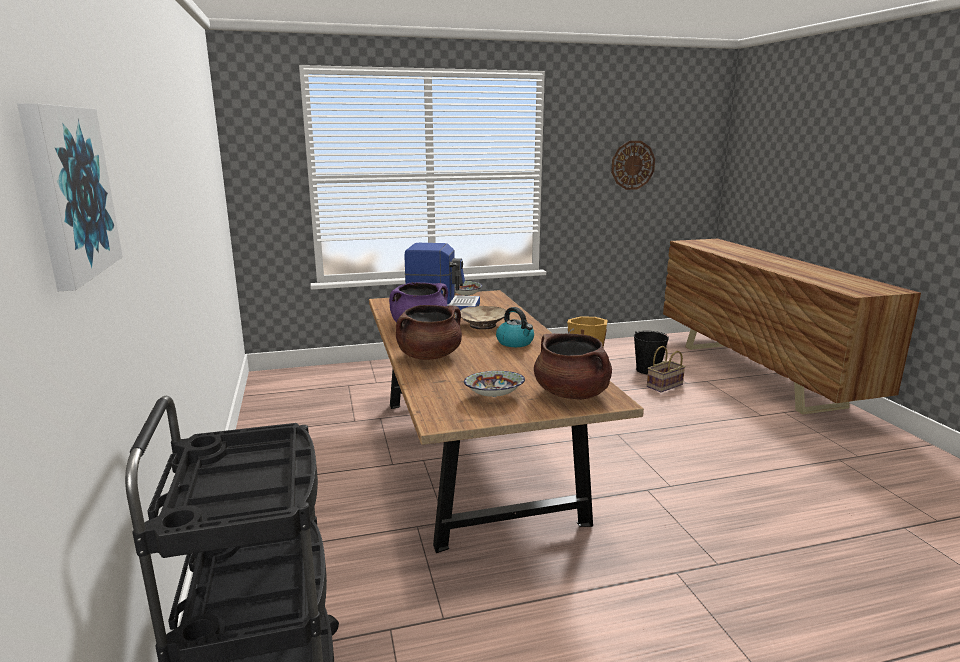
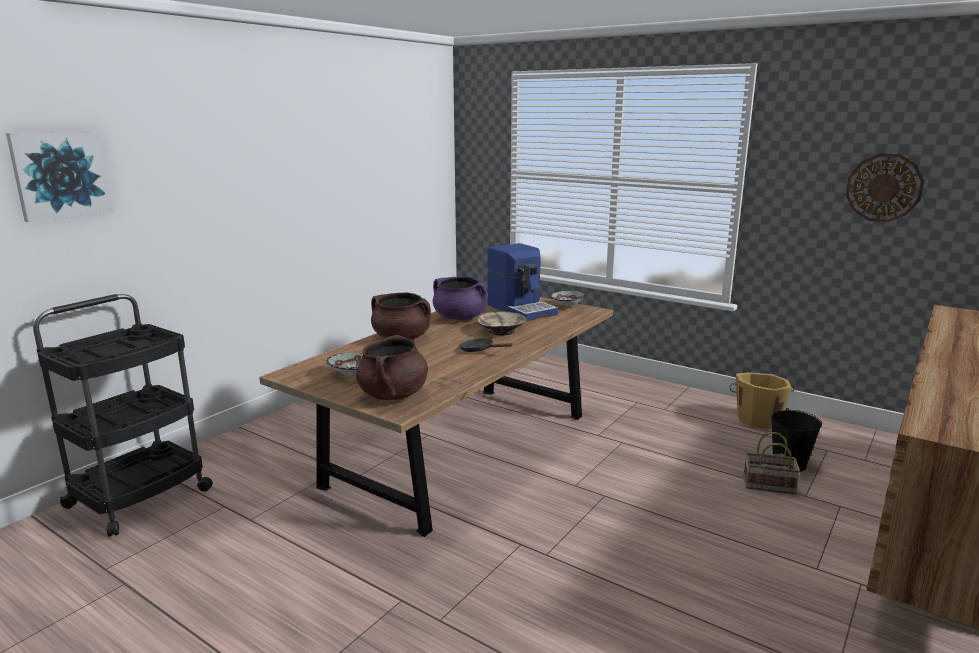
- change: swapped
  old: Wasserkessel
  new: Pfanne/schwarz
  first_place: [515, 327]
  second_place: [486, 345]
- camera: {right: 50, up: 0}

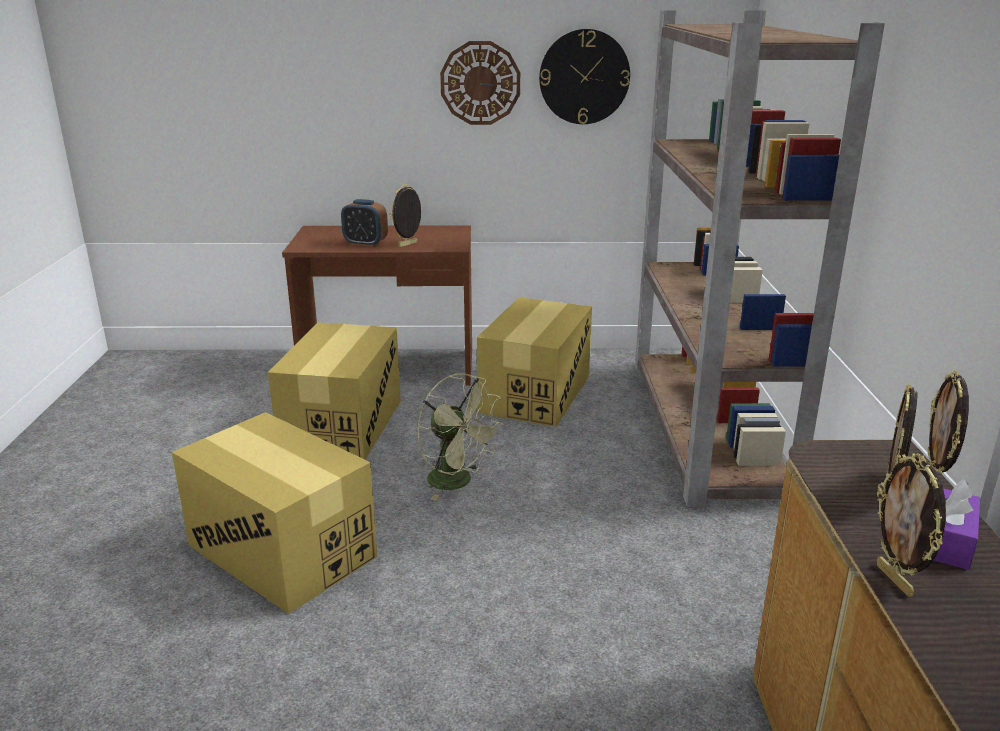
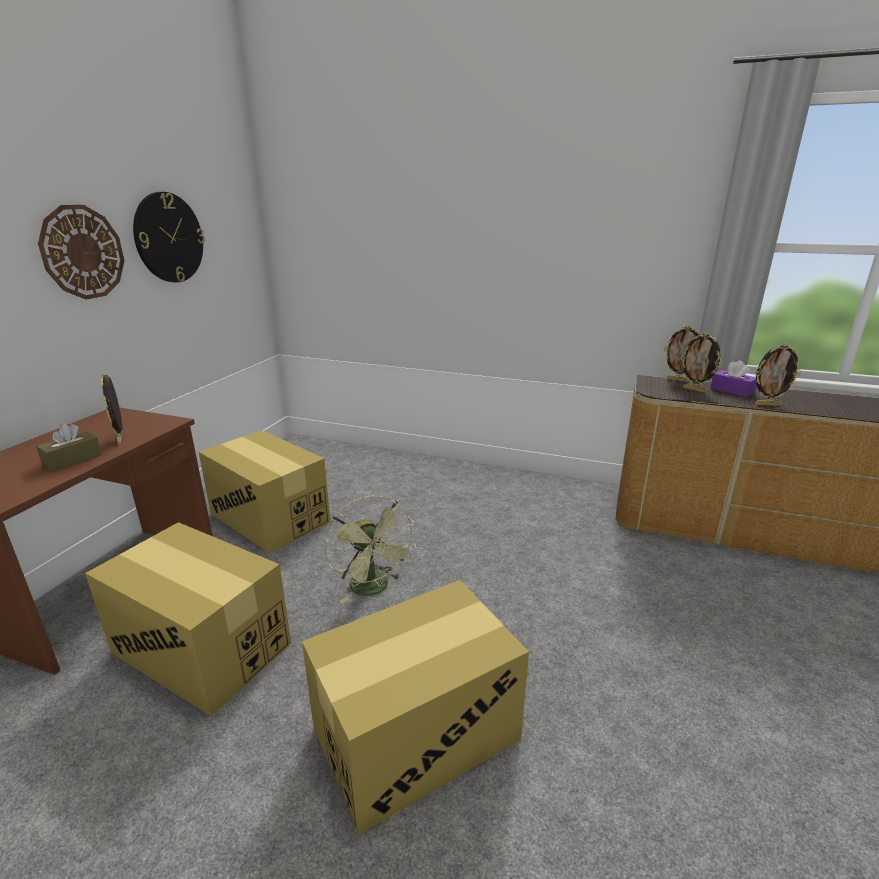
- change: swapped
  old: Wecker
  new: Taschentuchbox/braun
  first_place: [364, 223]
  second_place: [69, 447]
- change: rotated
  old: Ventilator/grün
  first_place: [461, 436]
  second_place: [370, 550]
  degrees: 90
- change: gone
  old: Bücherregal/braun
  first_place: [760, 258]
- camera: {right: -70, up: 0}

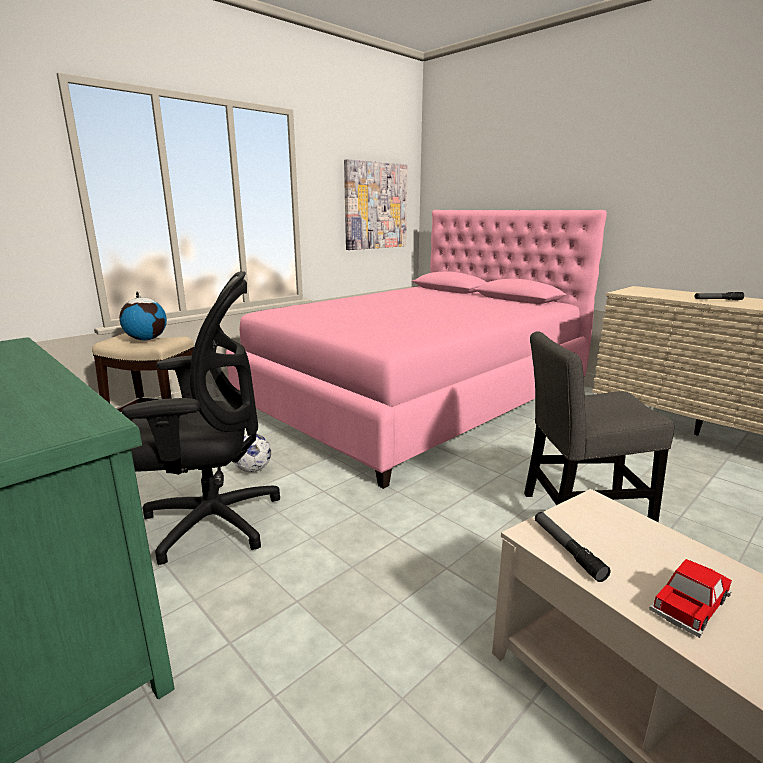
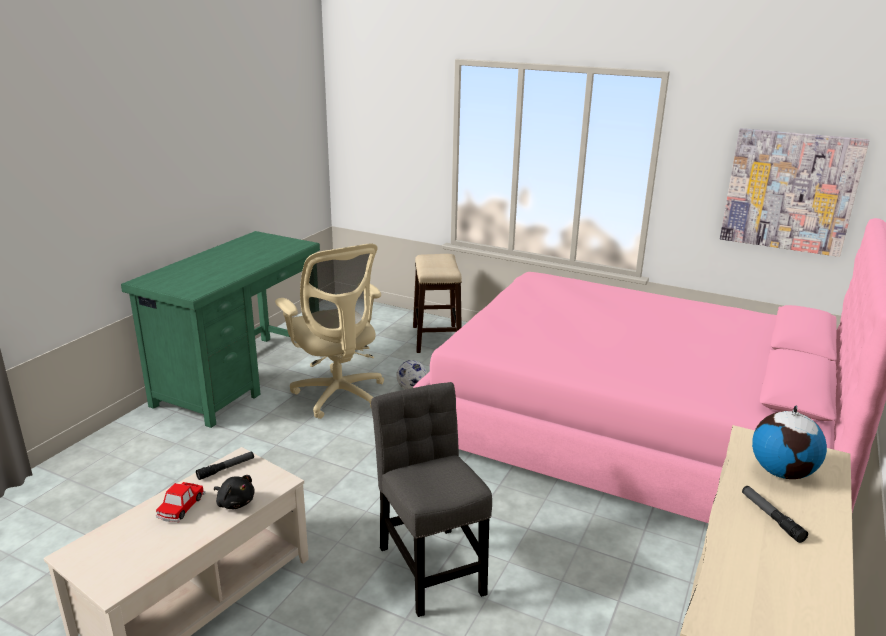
- change: rotated
  old: Spielzeugauto
  first_place: [690, 598]
  second_place: [180, 502]
  degrees: 75
- change: new
  new: Plüschtier/schwarz
  second_place: [234, 492]
- change: repainted
  old: Bürostuhl/schwarz
  new: Bürostuhl/beige
  first_place: [201, 418]
  second_place: [329, 331]
- change: shifted
  old: Globus
  first_place: [143, 316]
  second_place: [789, 442]
- camera: {right: 70, up: 5}

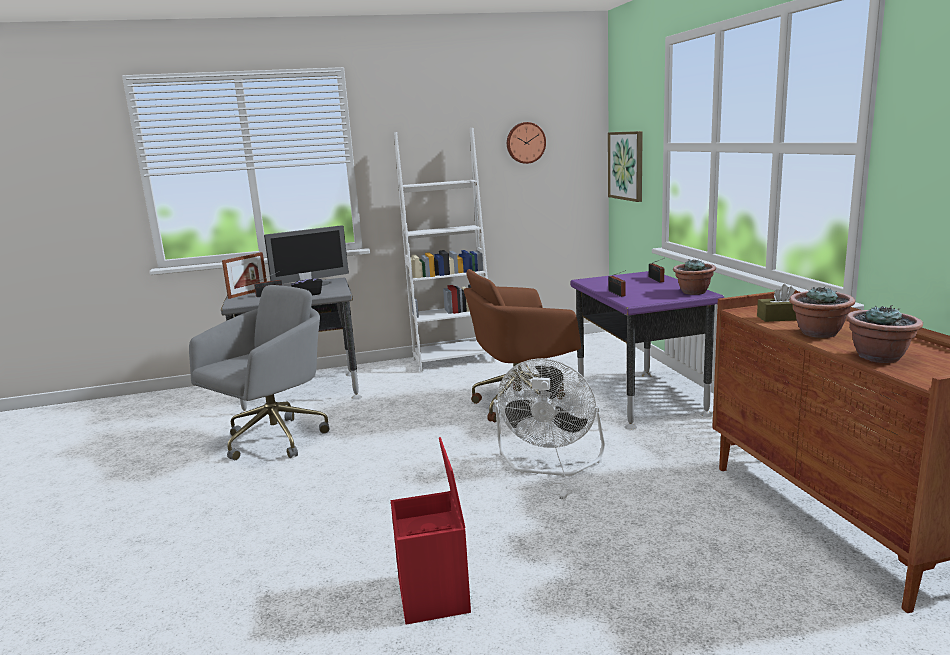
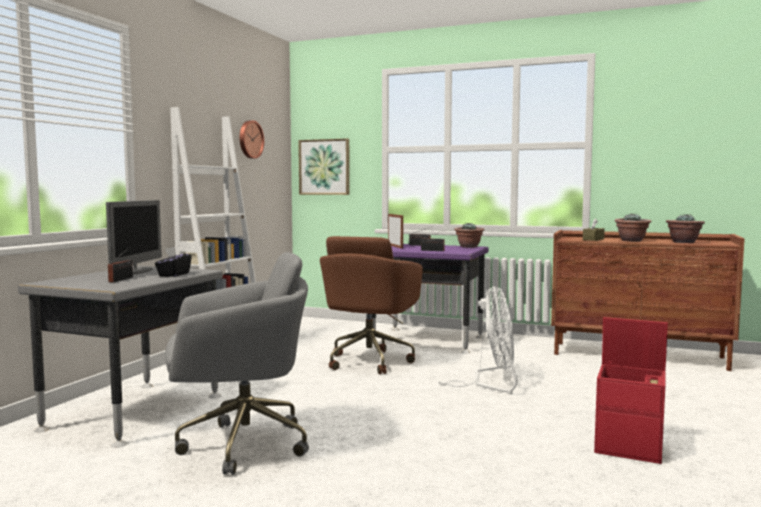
- change: rotated
  old: Bürostuhl/grau
  first_place: [259, 372]
  second_place: [237, 363]
  degrees: 90
- change: shifted
  old: Bilderrahmen
  first_place: [244, 275]
  second_place: [395, 231]
- change: rotated
  old: Ventilator/weiß
  first_place: [549, 429]
  second_place: [479, 340]
  degrees: 135
- camera: {right: -55, up: -10}

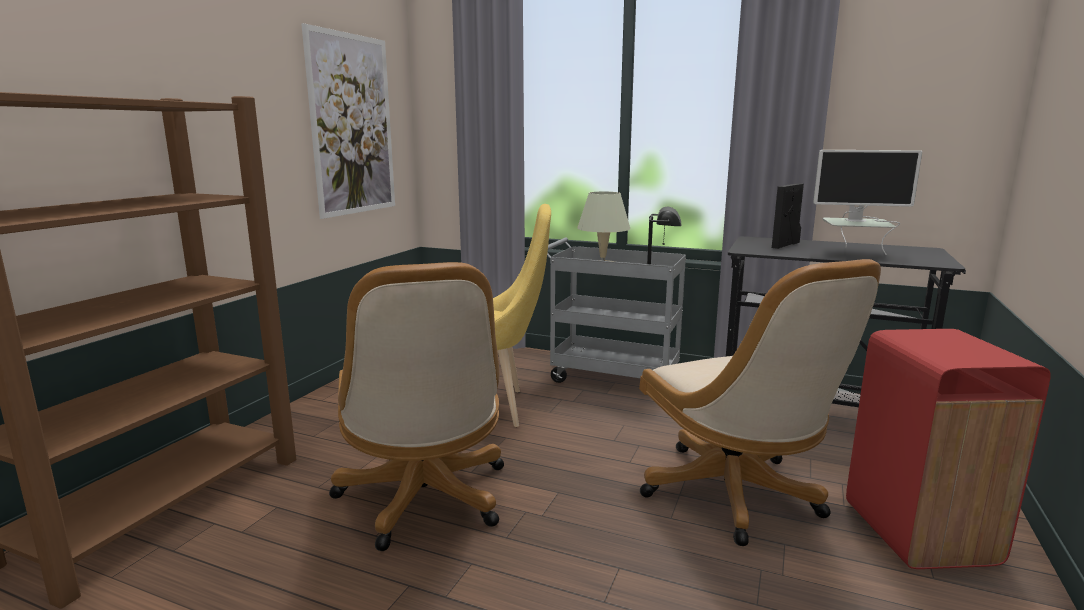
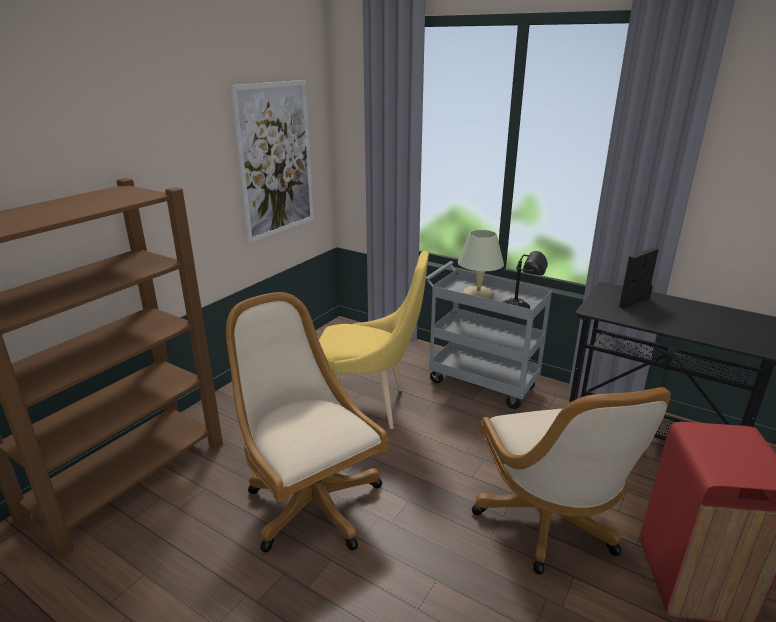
- change: rotated
  old: Bürostuhl
  first_place: [416, 406]
  second_place: [308, 422]
  degrees: 150
- change: gone
  old: Monitor
  first_place: [867, 202]
- camera: {right: 10, up: 10}

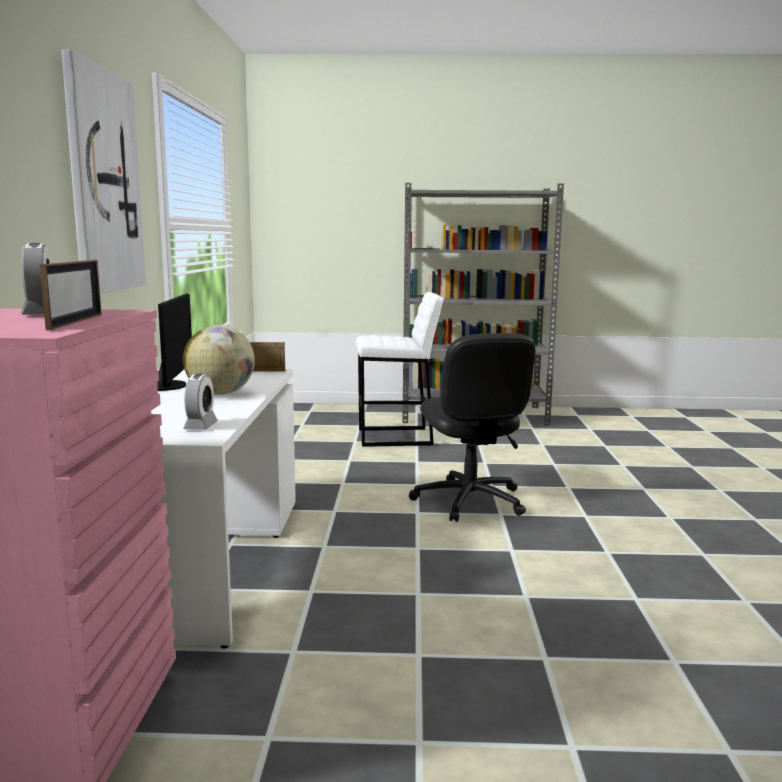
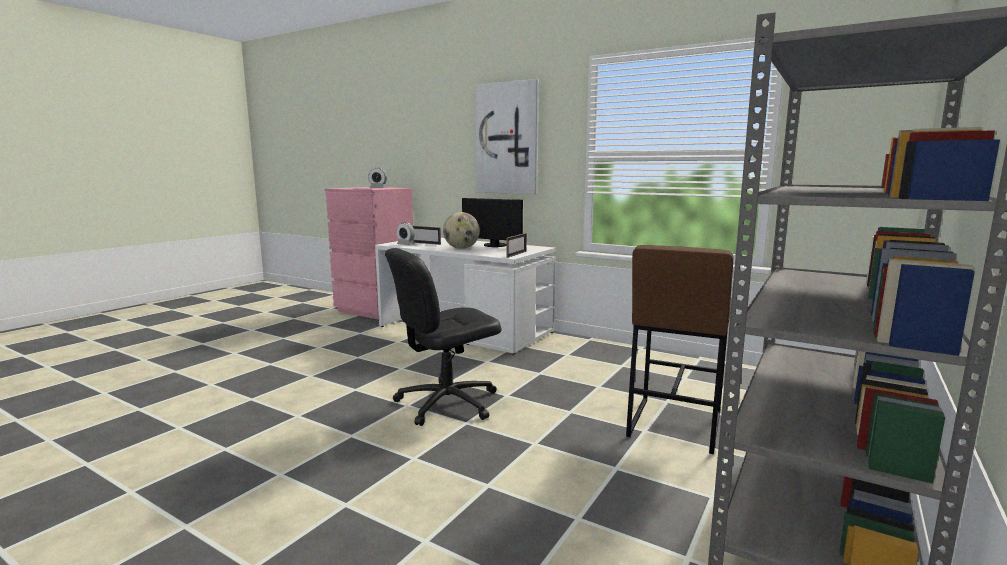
- change: rotated
  old: Bürostuhl/schwarz
  first_place: [472, 427]
  second_place: [443, 337]
  degrees: -45
- change: shifted
  old: Bilderrahmen
  first_place: [71, 295]
  second_place: [426, 235]
- change: repainted
  old: Hocker/weiß
  new: Hocker/braun
  first_place: [400, 369]
  second_place: [679, 349]
- camera: {right: 120, up: 0}

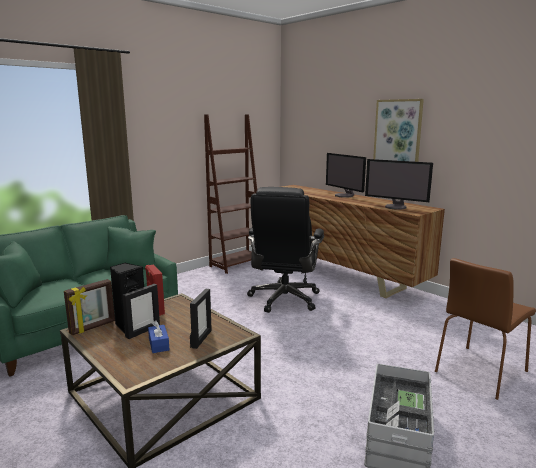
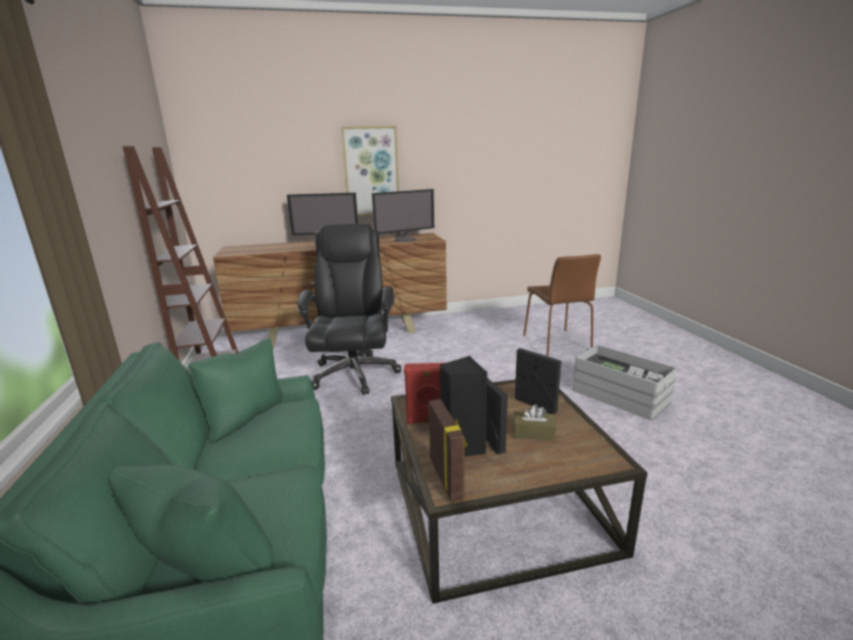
- change: rotated
  old: Bürostuhl/schwarz
  first_place: [285, 250]
  second_place: [349, 309]
  degrees: -135
- change: repainted
  old: Taschentuchbox/blau
  new: Taschentuchbox/braun
  first_place: [158, 336]
  second_place: [534, 422]
- camera: {right: -60, up: 5}

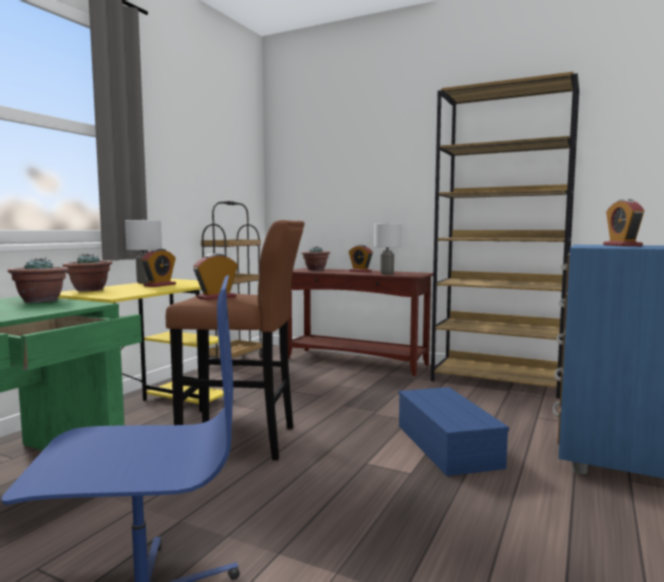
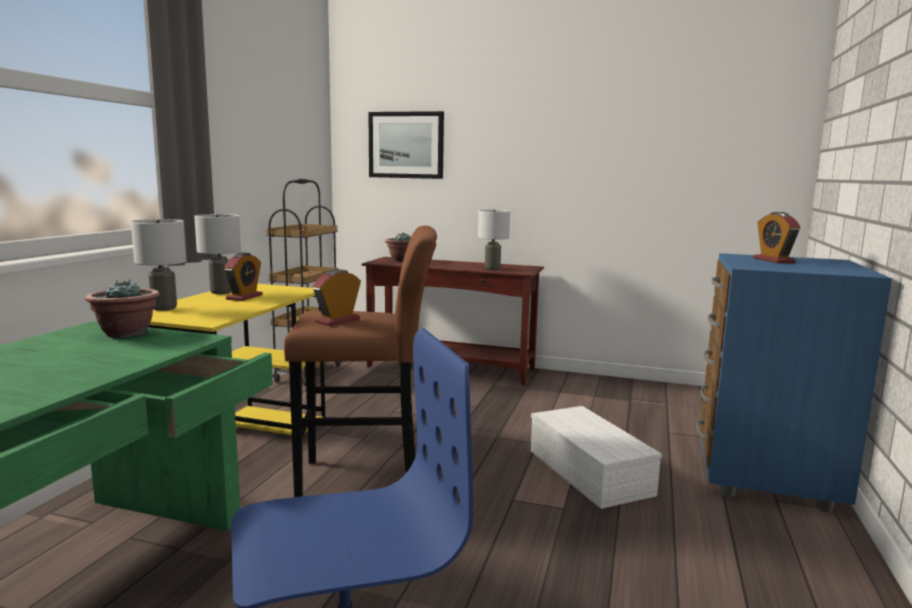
- change: swapped
  old: Topfpflanze
  new: Tischlampe/weiß
  first_place: [87, 273]
  second_place: [158, 265]
- change: new
  new: Bild
  second_place: [406, 145]
- change: repainted
  old: Aufbewahrungsbox/blau
  new: Aufbewahrungsbox/weiß
  first_place: [453, 431]
  second_place: [596, 457]
- change: gone
  old: Wecker
  first_place: [361, 258]
- change: gone
  old: Bücherregal/braun
  first_place: [505, 235]
- camera: {right: -10, up: 5}

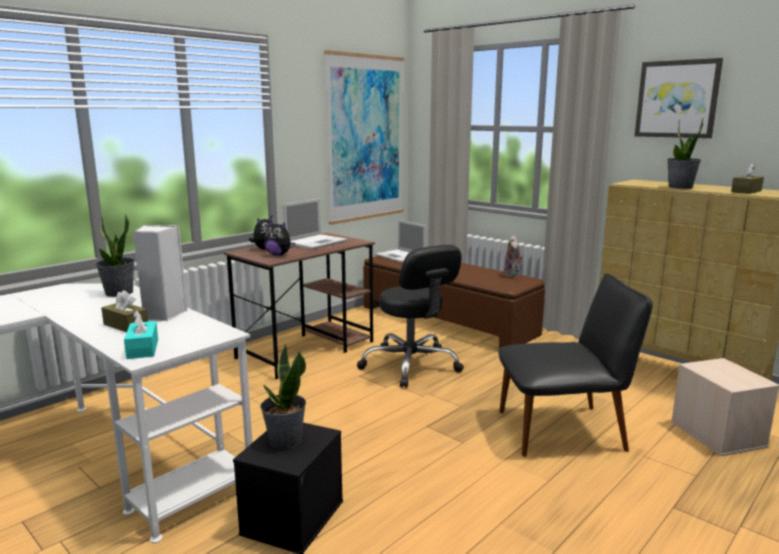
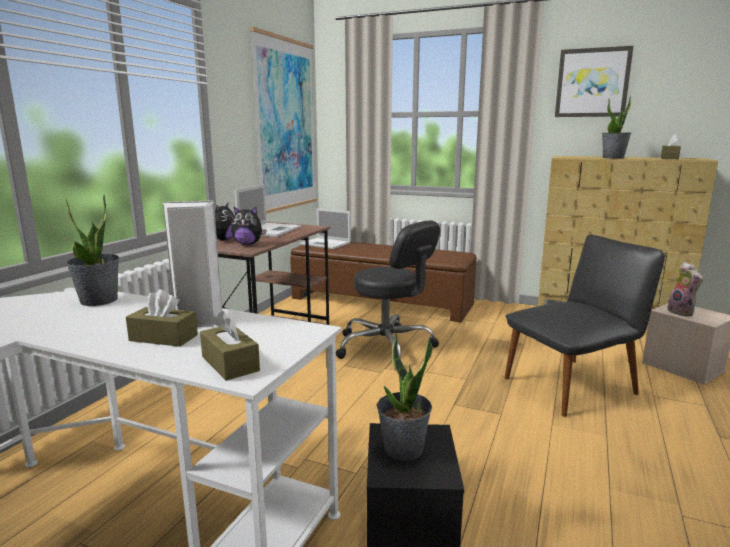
- change: repainted
  old: Taschentuchbox/türkis
  new: Taschentuchbox/braun
  first_place: [141, 335]
  second_place: [230, 346]
- change: shifted
  old: Plüschtier
  first_place: [513, 257]
  second_place: [685, 289]
- camera: {right: -20, up: 0}

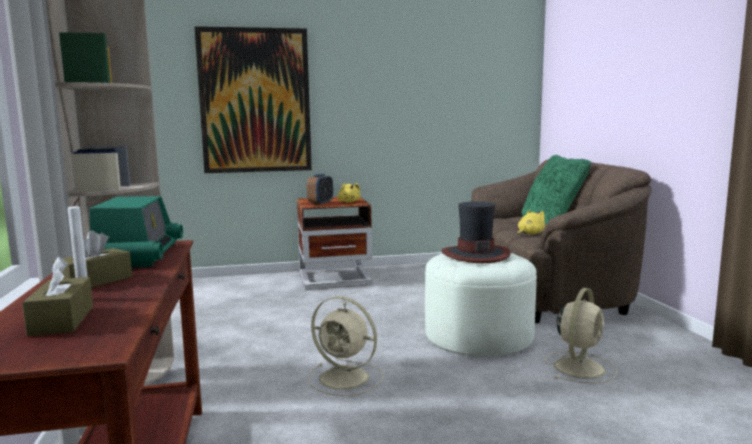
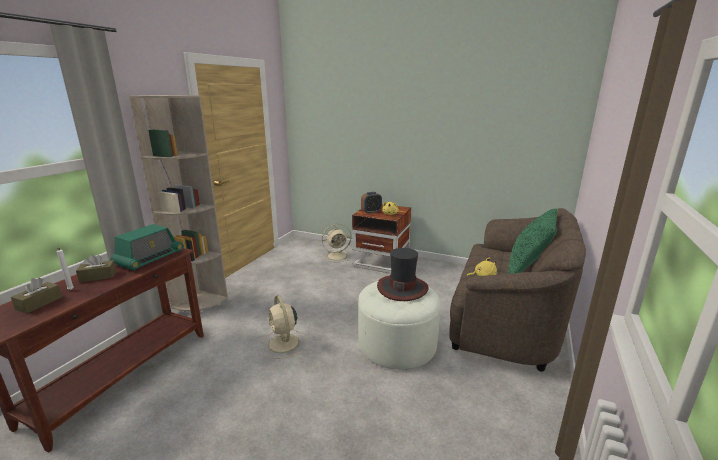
- change: shifted
  old: Ventilator/beige
  first_place: [581, 336]
  second_place: [335, 243]
- change: gone
  old: Bild
  first_place: [253, 99]
- camera: {right: 35, up: 10}

